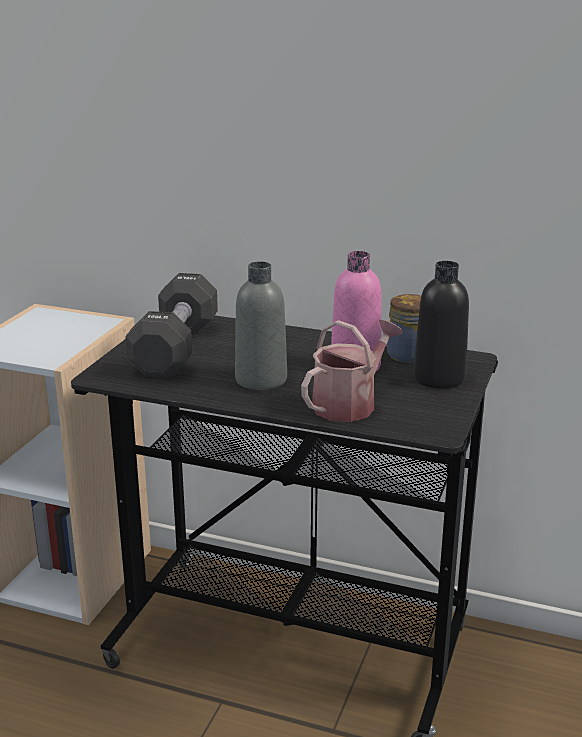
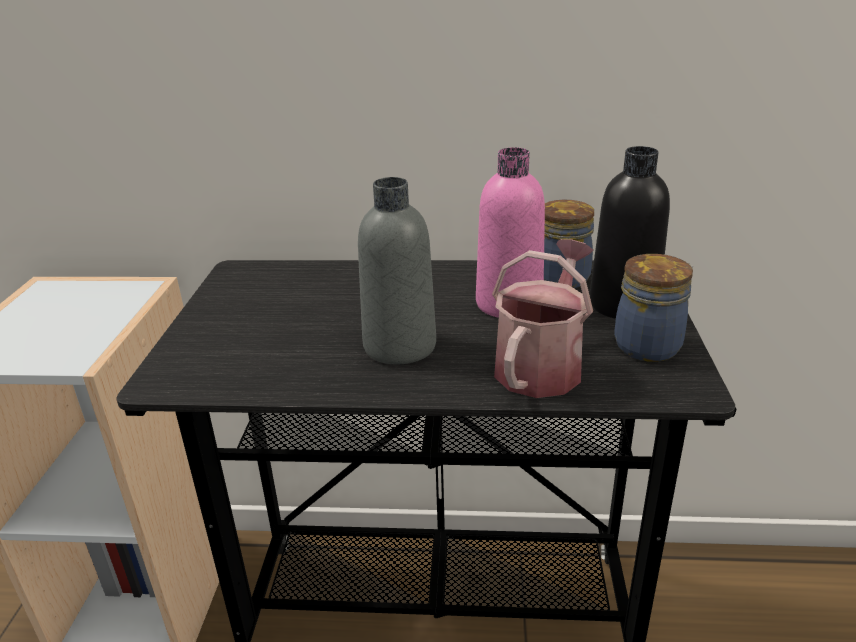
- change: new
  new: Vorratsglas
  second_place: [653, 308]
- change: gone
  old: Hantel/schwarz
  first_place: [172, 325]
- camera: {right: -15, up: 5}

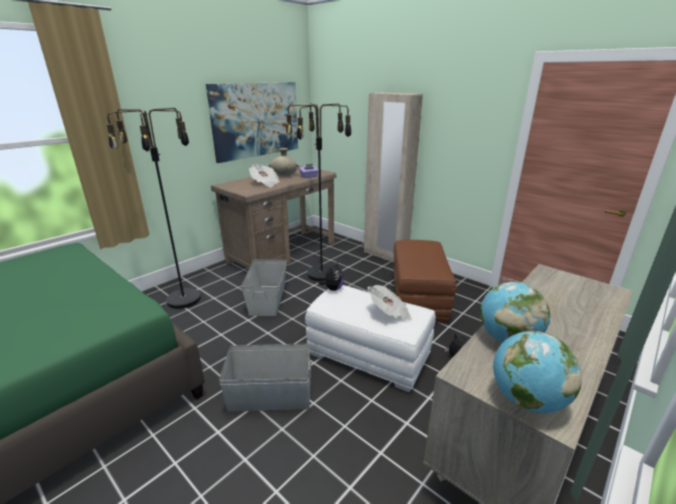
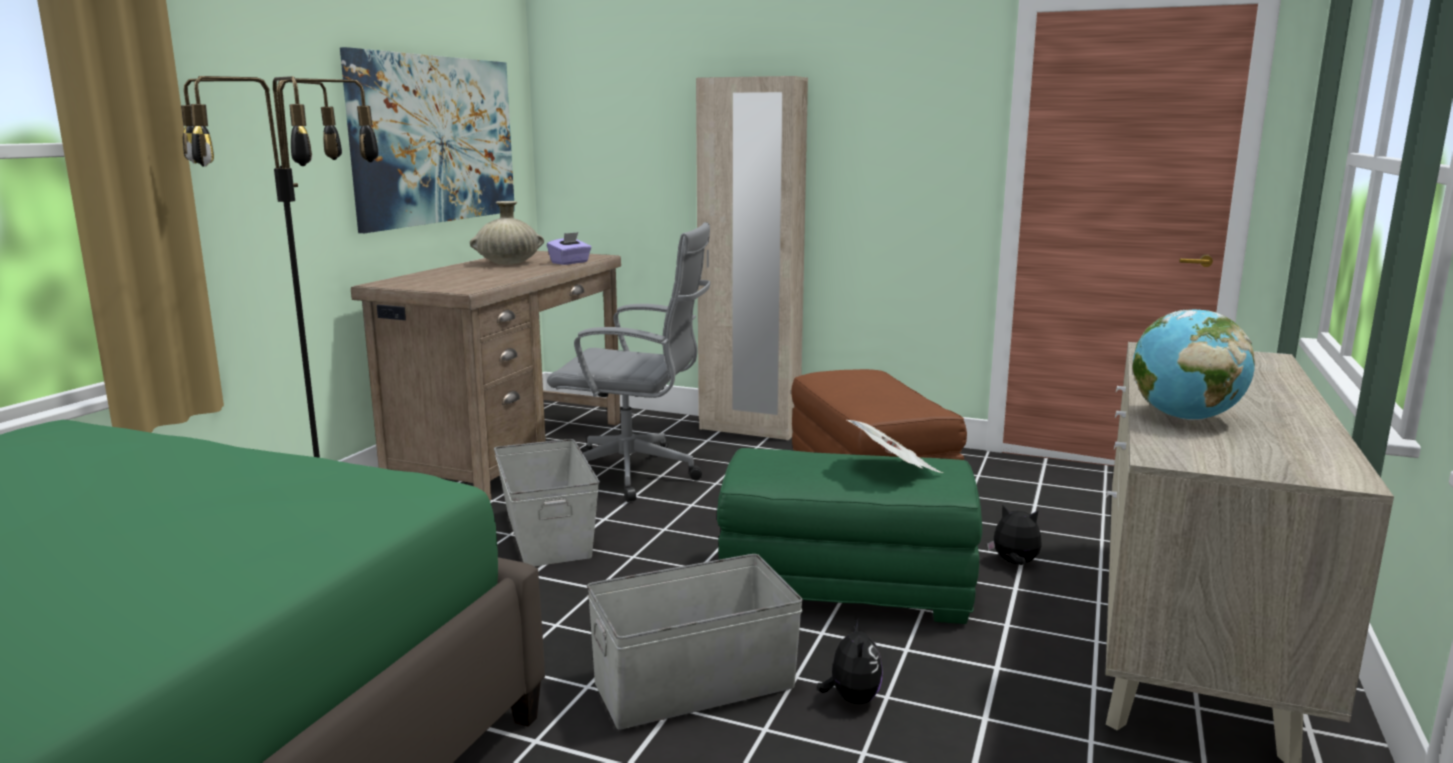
- change: swapped
  old: Stehlampe
  new: Bürostuhl/grau
  first_place: [318, 192]
  second_place: [628, 362]
- change: repainted
  old: Polsterhocker/weiß
  new: Polsterhocker/grün
  first_place: [370, 338]
  second_place: [849, 536]
- change: shifted
  old: Plüschtier
  first_place: [331, 276]
  second_place: [849, 661]
- change: gone
  old: Zeitung
  first_place: [264, 175]
- change: gone
  old: Globus
  first_place: [537, 372]
- camera: {right: -20, up: -10}

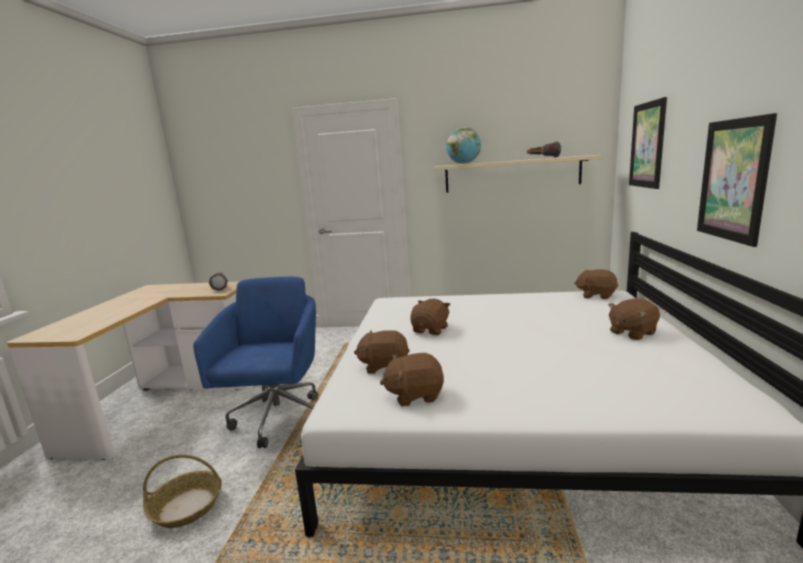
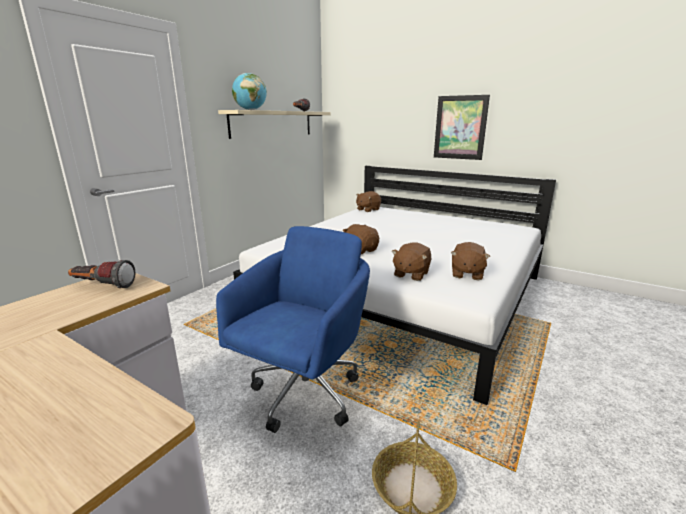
- change: rotated
  old: Bürostuhl/blau
  first_place: [255, 362]
  second_place: [293, 329]
  degrees: 90
- change: gone
  old: Plüschtier/braun
  first_place: [634, 319]
- change: gone
  old: Bild
  first_place: [648, 143]
- camera: {right: -65, up: 5}

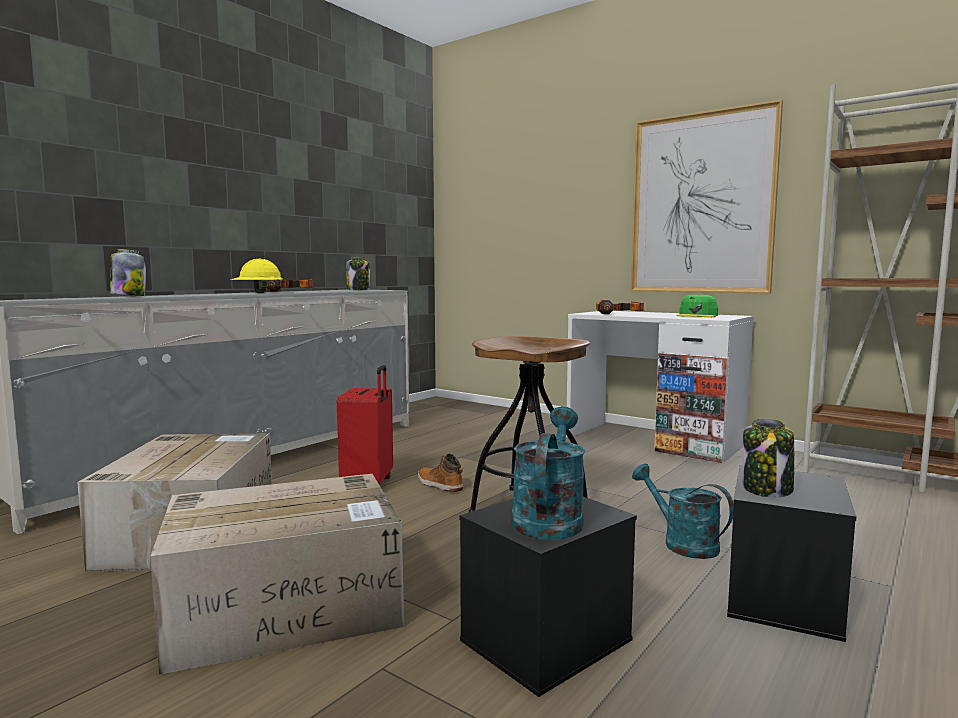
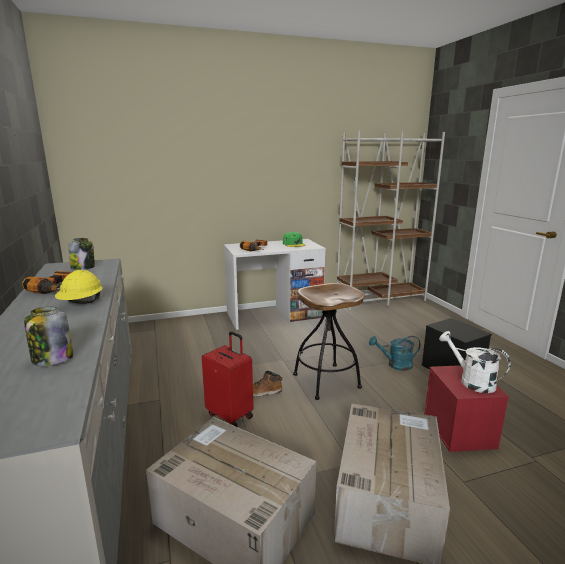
- change: repainted
  old: Aufbewahrungsbox/schwarz
  new: Aufbewahrungsbox/rot
  first_place: [548, 597]
  second_place: [466, 408]
- change: repainted
  old: Gießkanne/türkis
  new: Gießkanne/weiß
  first_place: [548, 473]
  second_place: [475, 362]
- change: gone
  old: Bild
  first_place: [707, 196]
- change: gone
  old: Vorratsglas
  first_place: [768, 457]
- camera: {right: -55, up: 10}

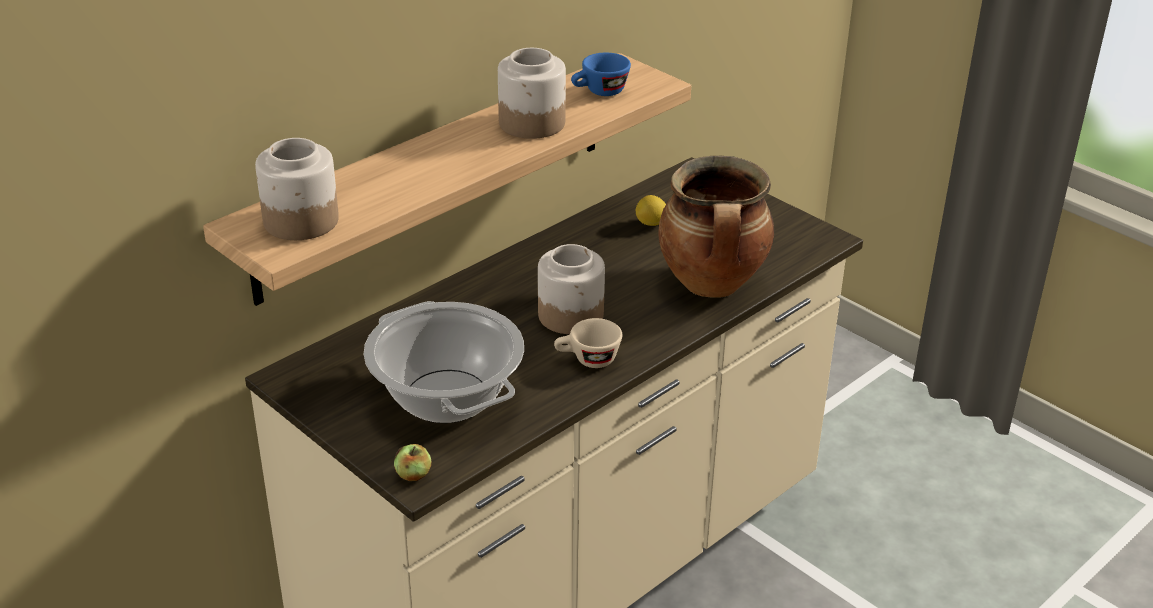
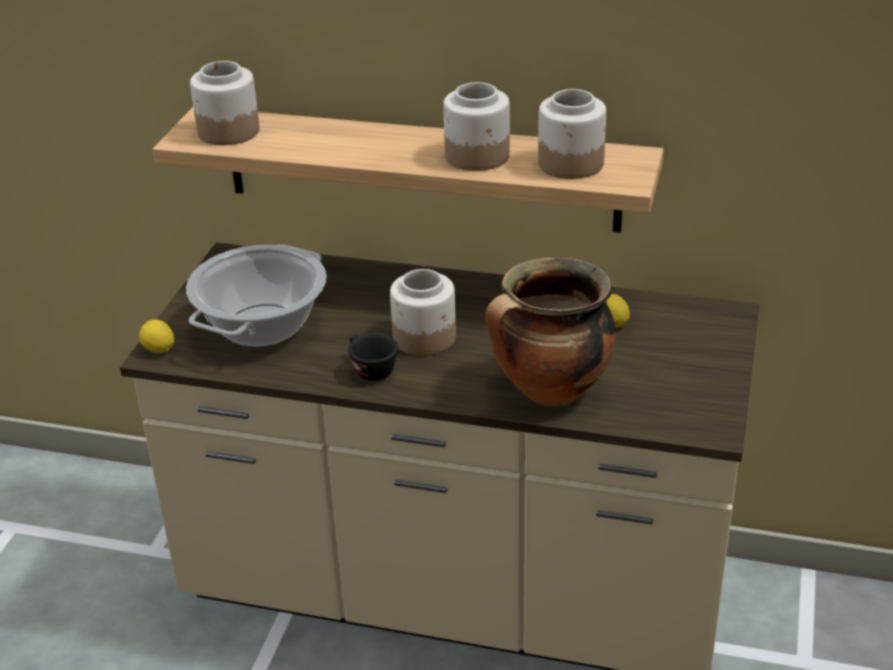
- change: swapped
  old: Apfel
  new: Zitrone
  first_place: [412, 462]
  second_place: [156, 336]
- change: repainted
  old: Tasse/beige
  new: Tasse/schwarz
  first_place: [588, 343]
  second_place: [373, 357]
- change: swapped
  old: Tasse/blau
  new: Vorratsglas
  first_place: [601, 74]
  second_place: [572, 134]
- camera: {right: 60, up: 0}

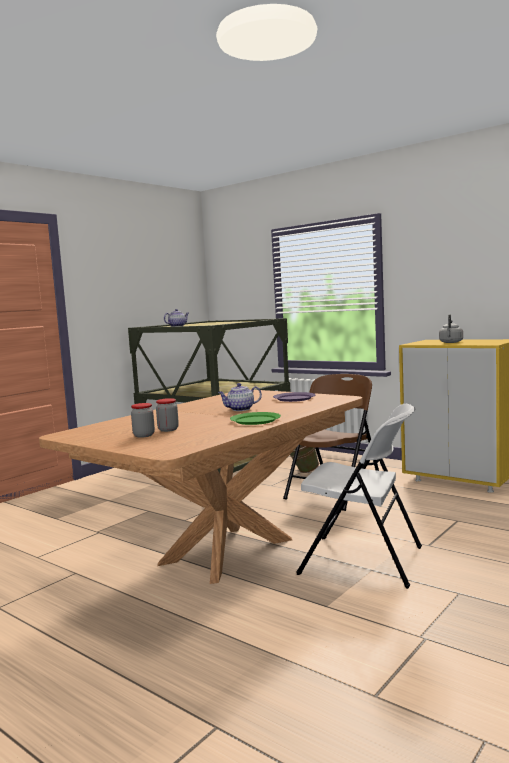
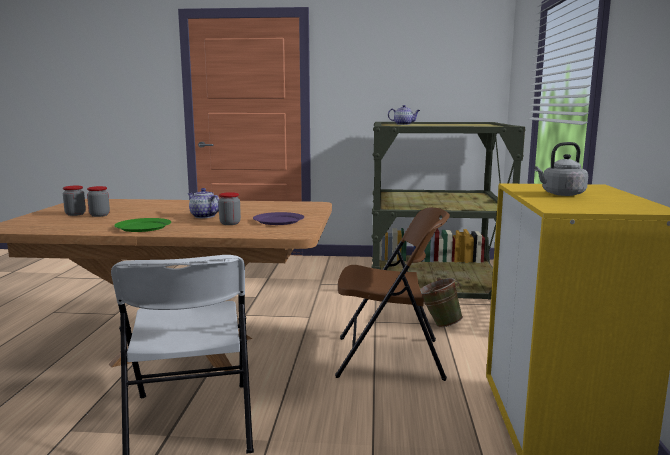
- change: new
  new: Vorratsglas
  second_place: [229, 208]
- camera: {right: 55, up: 5}

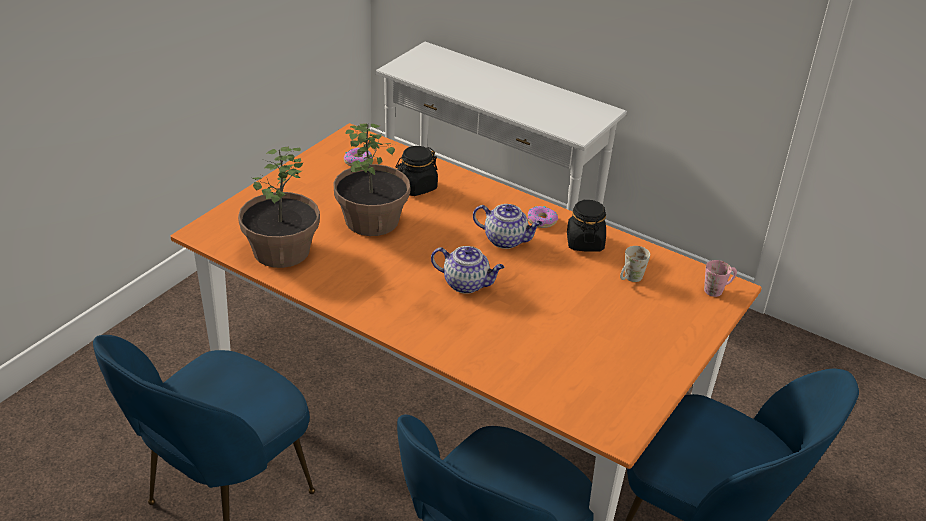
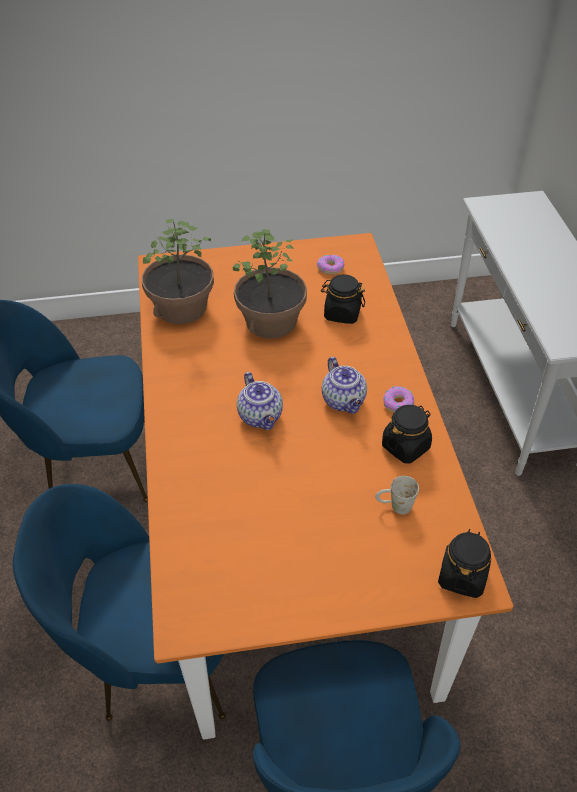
- change: swapped
  old: Henkelbecher/rosa
  new: Vorratsglas/schwarz
  first_place: [720, 278]
  second_place: [464, 563]
- camera: {right: 50, up: 10}

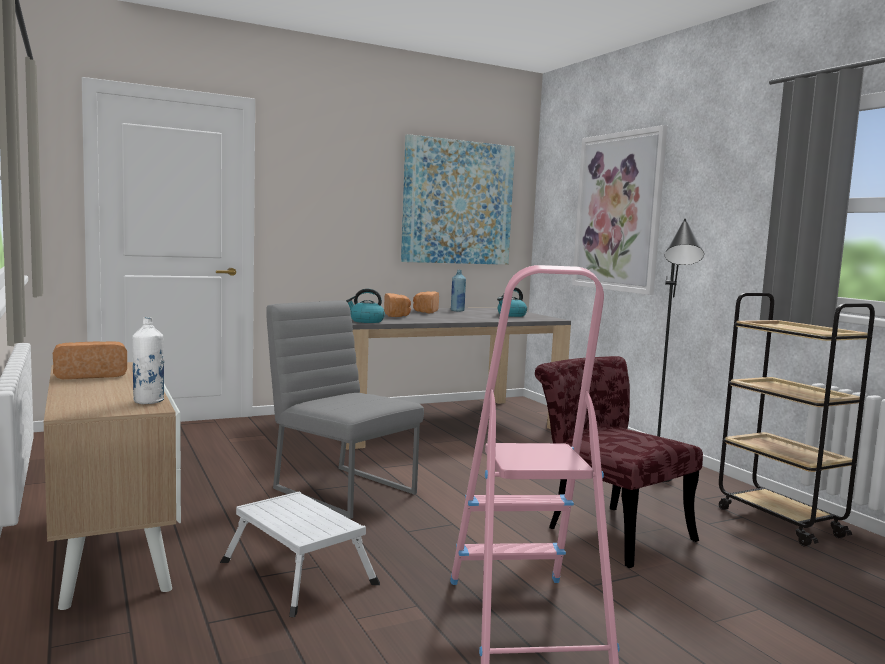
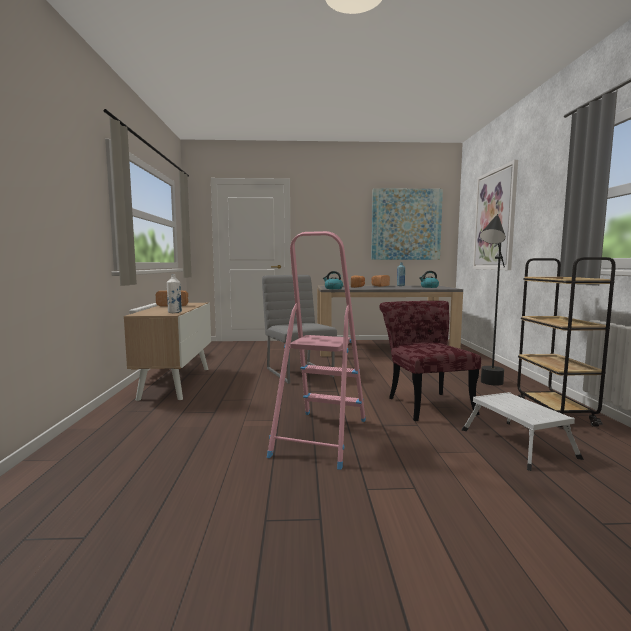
- change: shifted
  old: Trittleiter/weiß
  first_place: [300, 554]
  second_place: [522, 431]
- camera: {right: 25, up: 0}

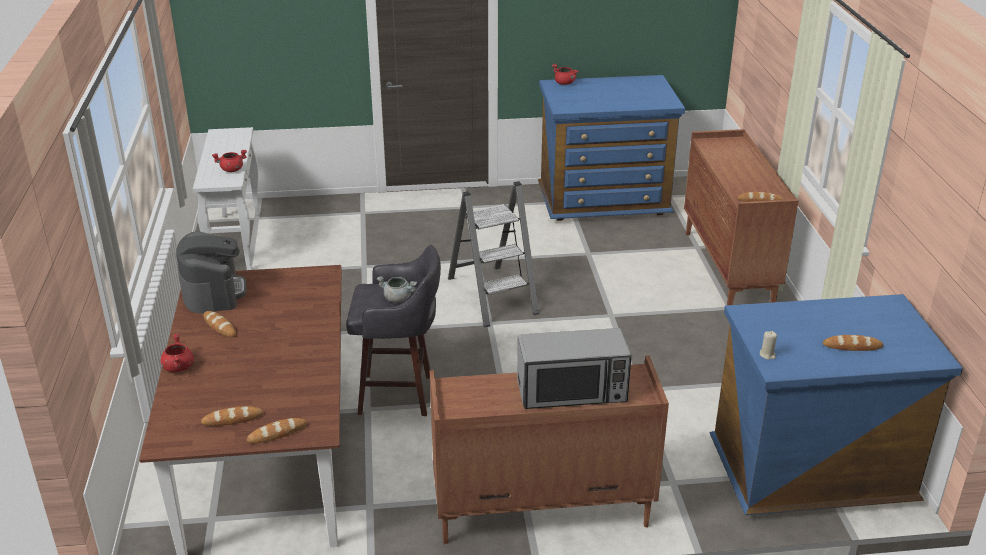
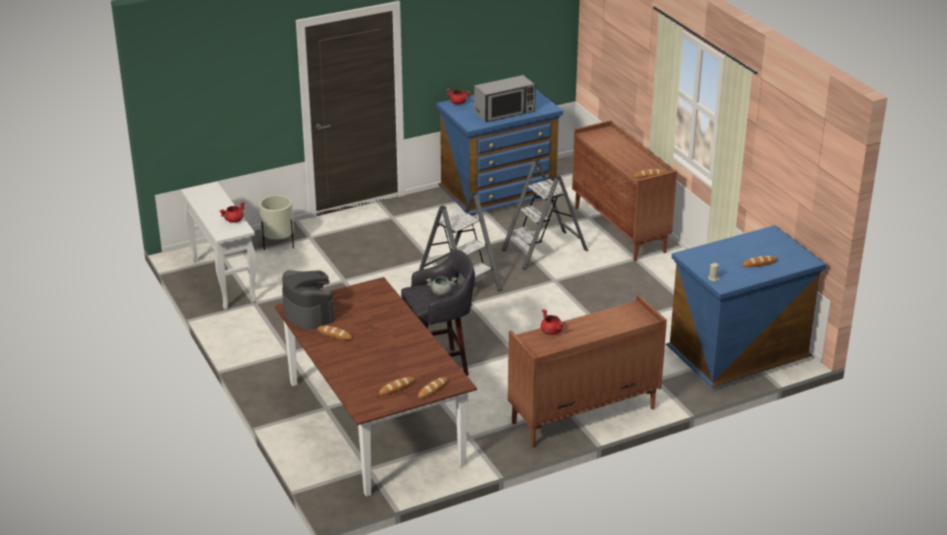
- change: new
  new: Pflanzkübel/beige
  second_place: [276, 222]
- change: shifted
  old: Mikrowelle
  first_place: [574, 368]
  second_place: [505, 98]
- change: new
  new: Trittleiter/grau
  second_place: [544, 214]
- change: shifted
  old: Kochtopf/rot
  first_place: [177, 353]
  second_place: [552, 322]
- camera: {right: -20, up: 0}

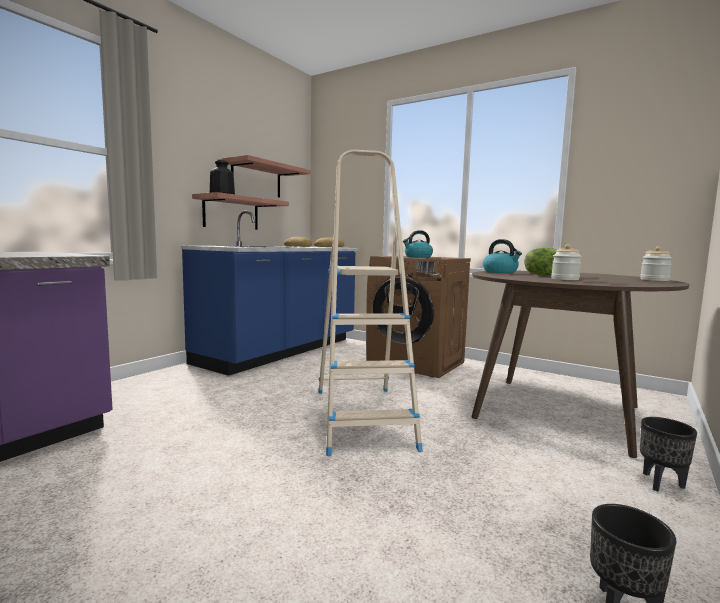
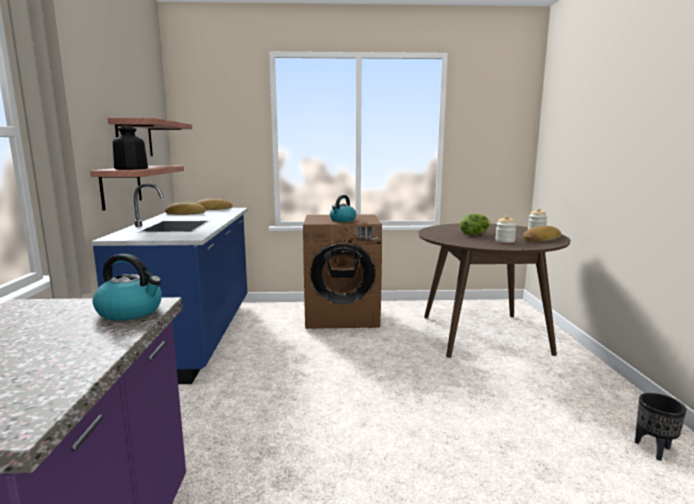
- change: shifted
  old: Wasserkessel
  first_place: [502, 256]
  second_place: [127, 287]
- change: new
  new: Brot
  second_place: [542, 233]
- change: gone
  old: Trittleiter/beige
  first_place: [370, 303]
- change: gone
  old: Pflanzkübel/schwarz
  first_place: [668, 454]
- camera: {right: -35, up: 5}

